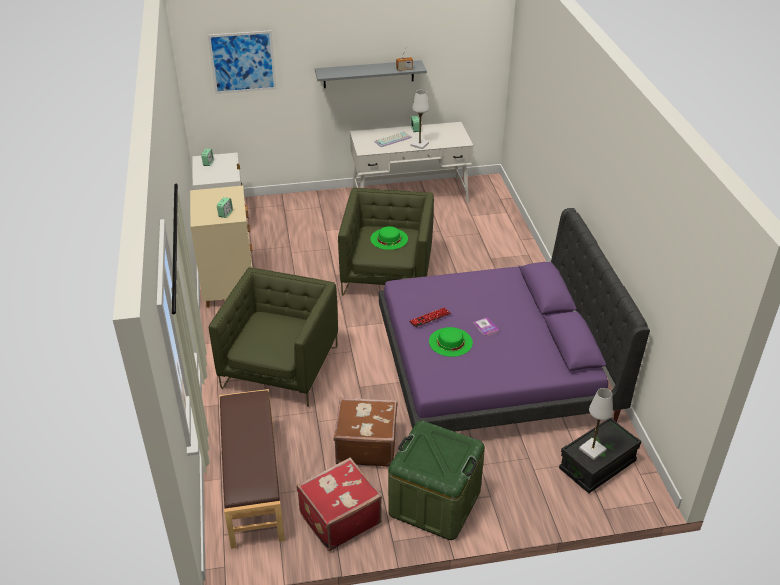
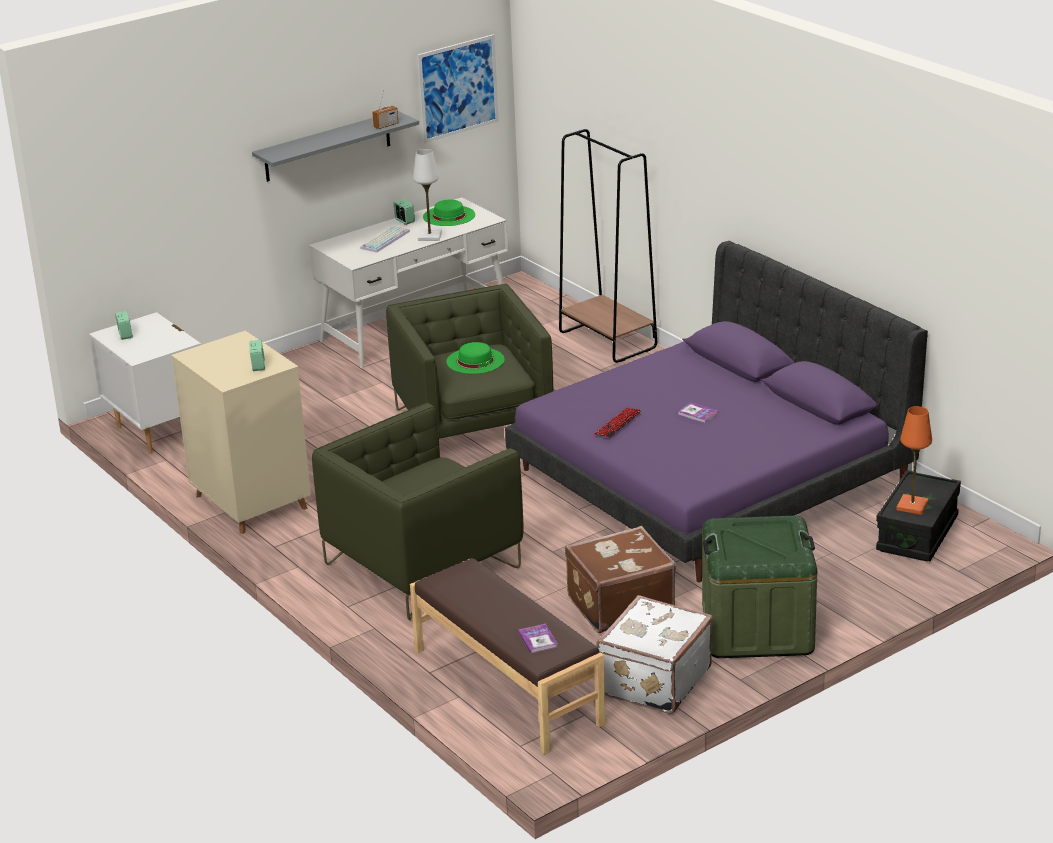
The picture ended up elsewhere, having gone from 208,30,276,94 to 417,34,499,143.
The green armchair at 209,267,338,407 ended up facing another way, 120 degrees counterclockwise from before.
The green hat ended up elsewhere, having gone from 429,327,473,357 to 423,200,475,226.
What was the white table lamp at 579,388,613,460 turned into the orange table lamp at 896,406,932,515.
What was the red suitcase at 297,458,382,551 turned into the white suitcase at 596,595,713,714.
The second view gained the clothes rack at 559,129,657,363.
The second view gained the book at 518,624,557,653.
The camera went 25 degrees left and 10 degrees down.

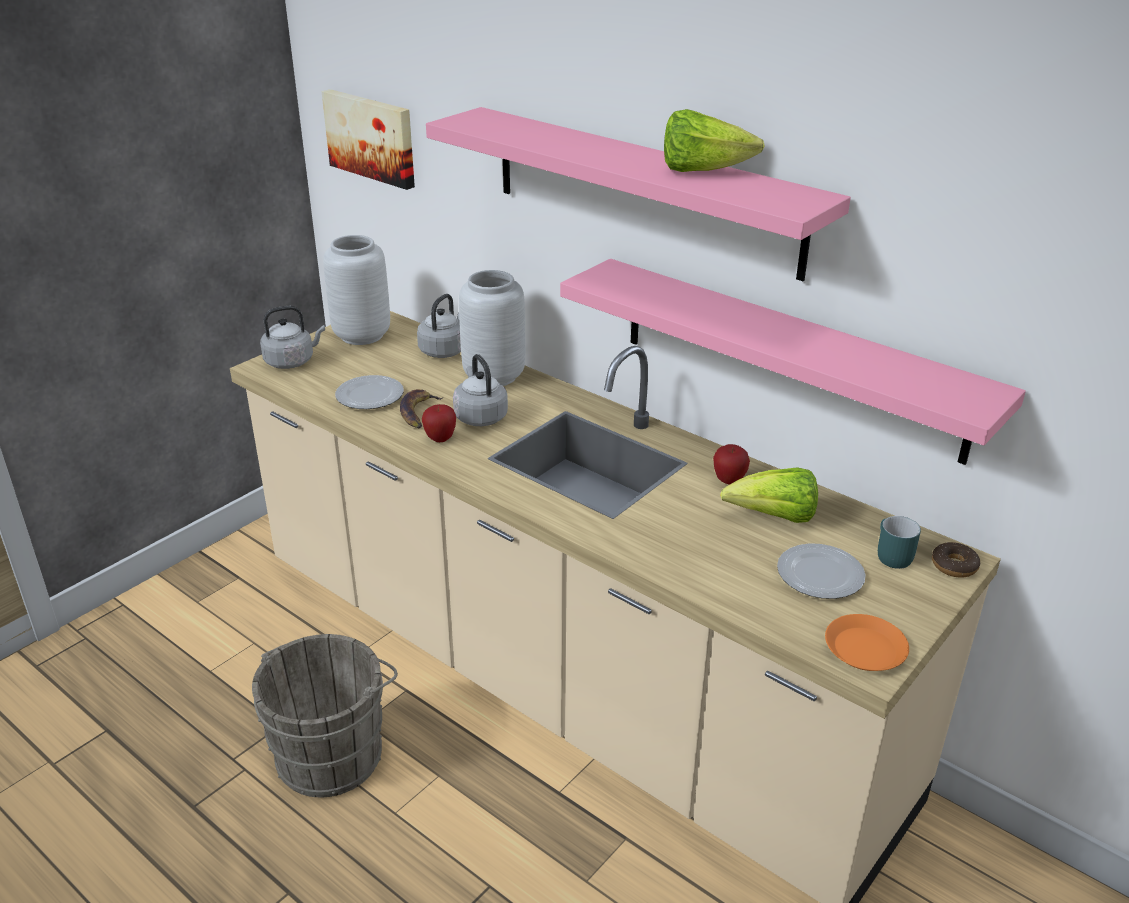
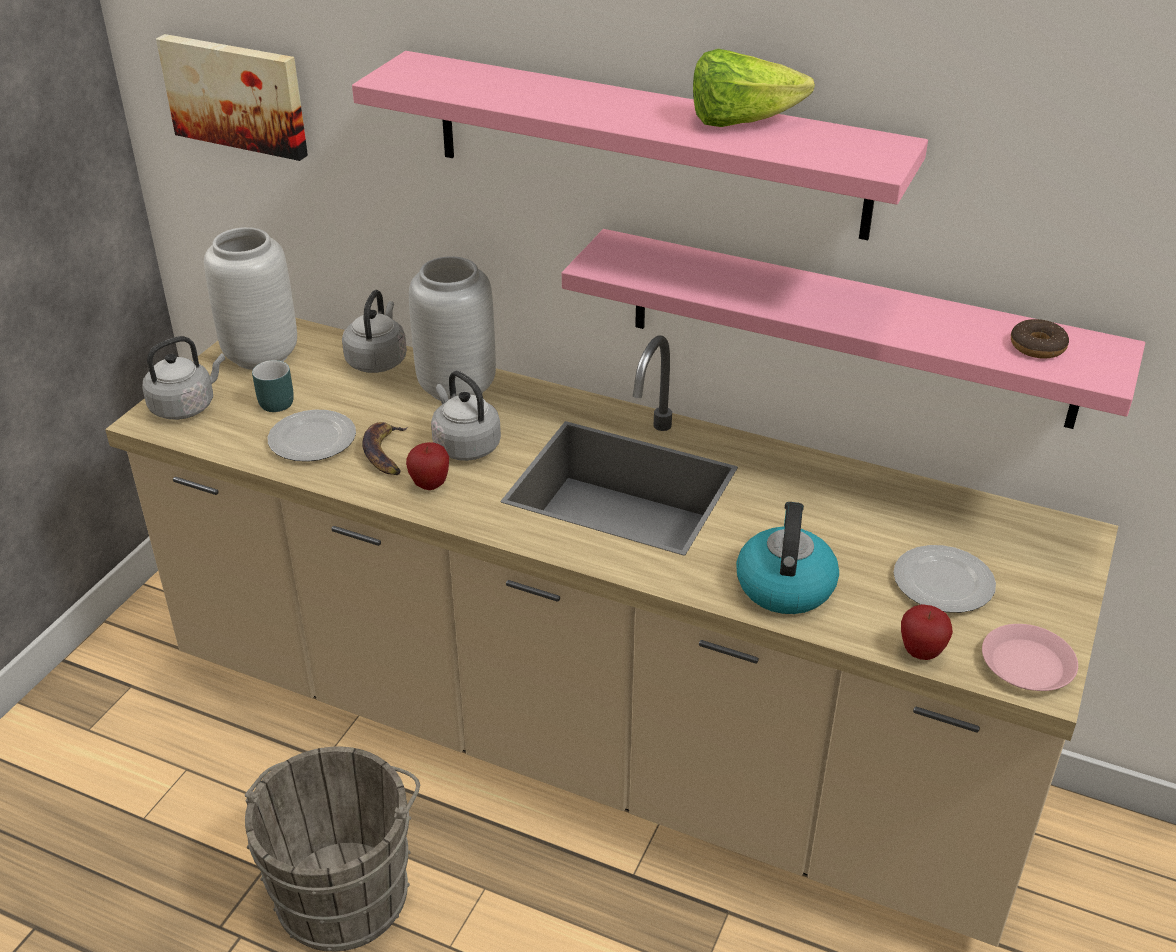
The apple ended up elsewhere, having gone from 713,444,750,485 to 901,604,953,660.
The second view lost the lettuce at 720,467,818,523.
The turquoise mug ended up elsewhere, having gone from 878,516,921,569 to 252,360,294,412.
The donut ended up elsewhere, having gone from 932,542,980,578 to 1011,319,1069,359.
What was the orange plate at 825,614,909,671 turned into the pink plate at 982,624,1078,691.
The second view gained the kettle at 736,502,839,614.
The camera went 15 degrees left and 5 degrees up.

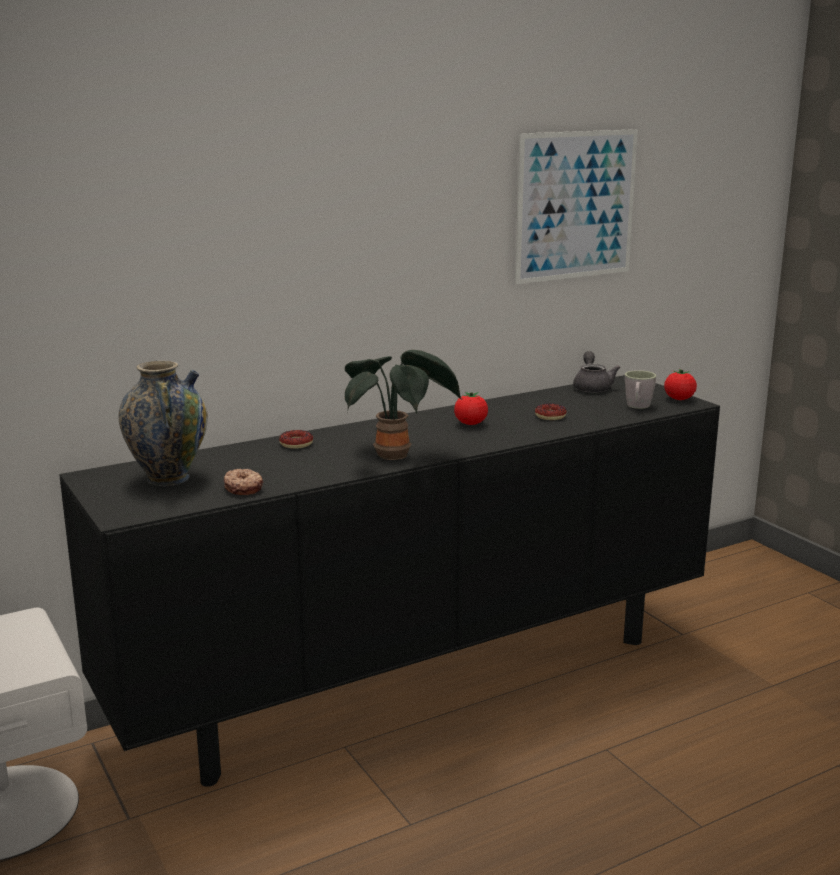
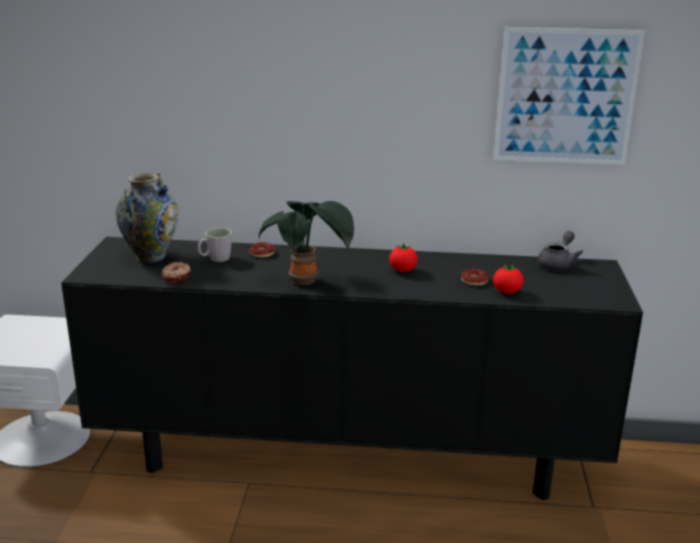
The tomato ended up elsewhere, having gone from 664,369,697,400 to 493,264,524,294.
The grey mug ended up elsewhere, having gone from 625,370,656,409 to 198,228,232,262.
The camera went 35 degrees right and 5 degrees up.

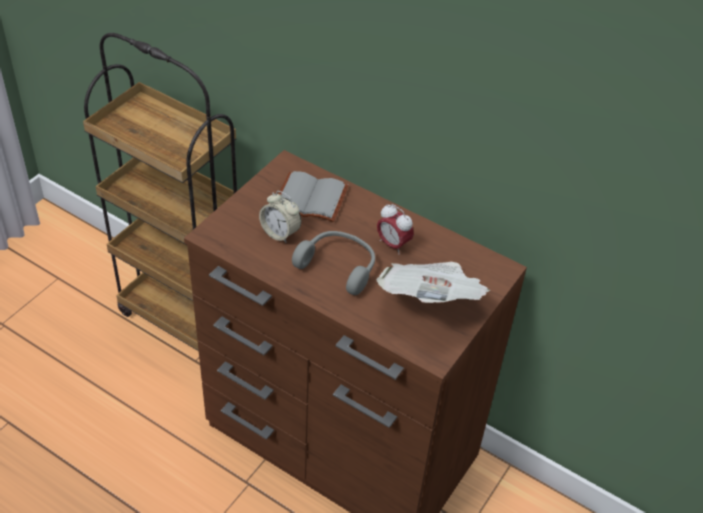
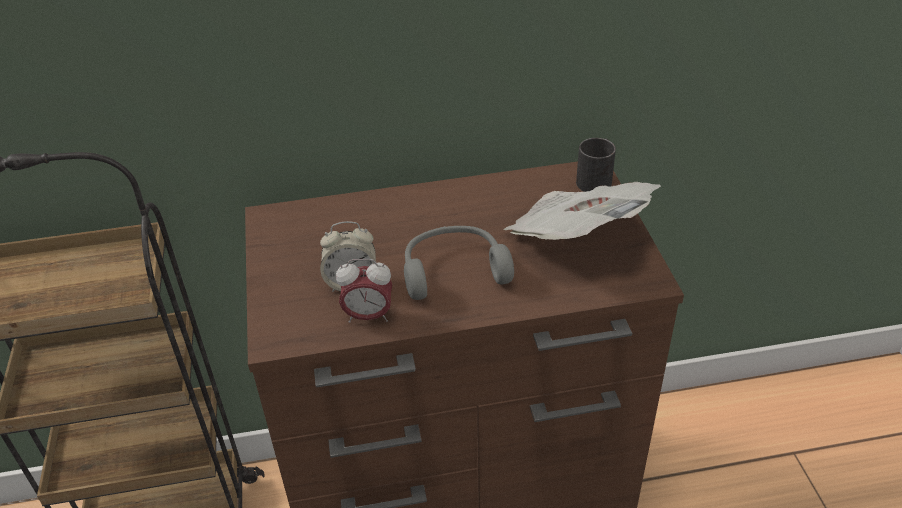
The second view lost the grey book at 279,171,348,222.
The alarm clock ended up elsewhere, having gone from 377,204,414,255 to 336,259,392,323.
The second view gained the black mug at 576,138,616,192.
The camera went 40 degrees left and 5 degrees down.

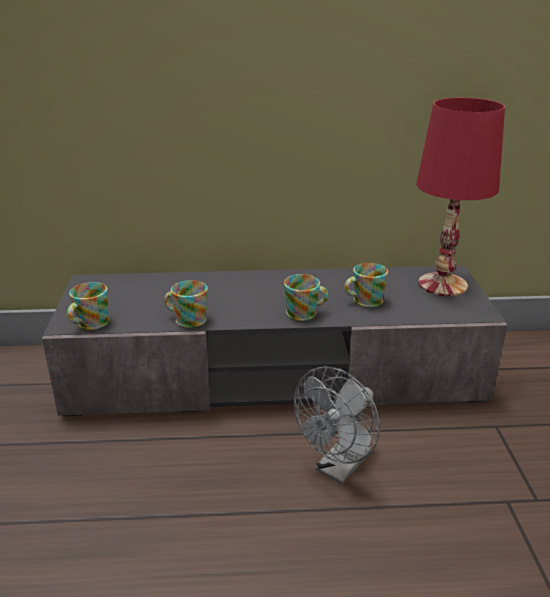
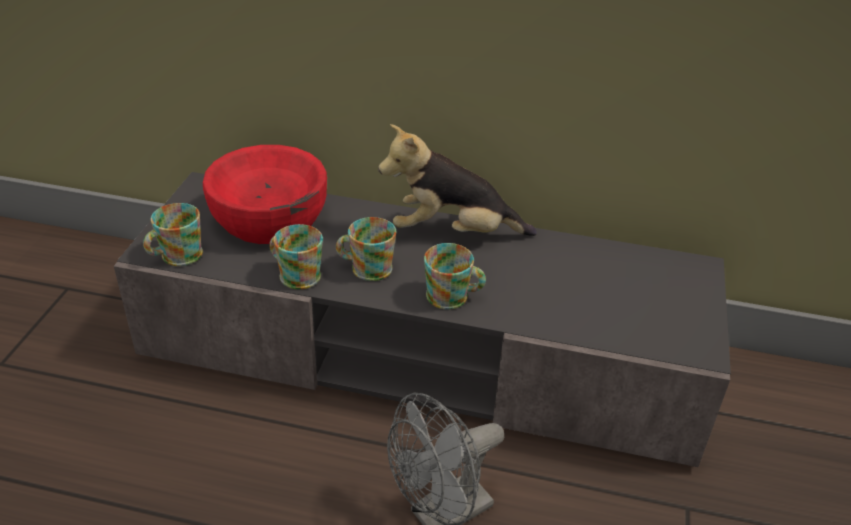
The second view lost the red table lamp at 416,98,505,296.
The mug ended up elsewhere, having gone from 344,263,388,308 to 336,217,396,281.
The second view gained the plush toy at 378,124,537,236.
The second view gained the red bowl at 203,145,327,244.
The camera went 15 degrees right and 10 degrees up.

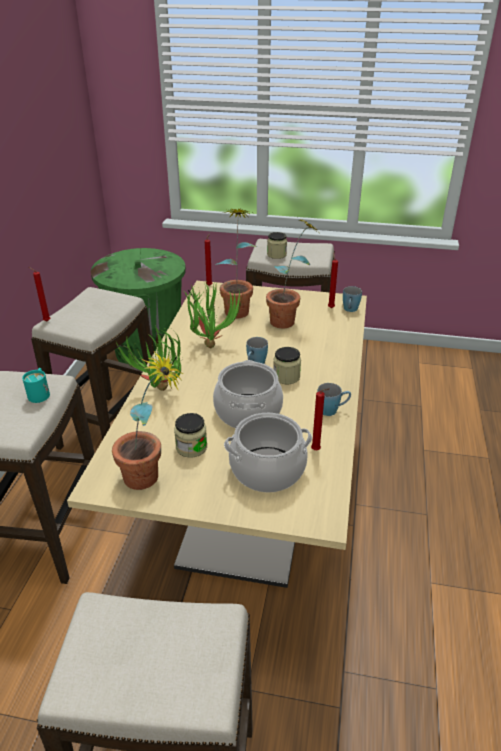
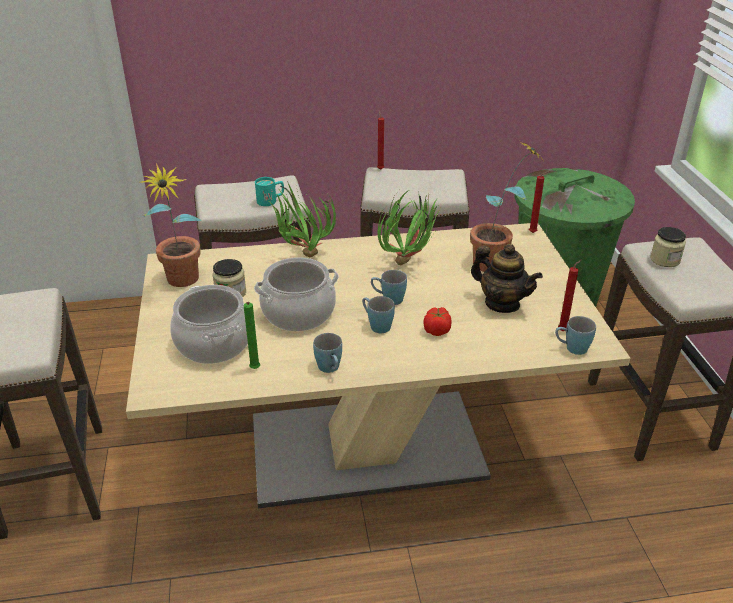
Where the potted plant stood at 266,218,320,328, the teapot came to stand at 471,244,543,313.
Where the jar stood at 273,347,301,384, the blue mug came to stand at 362,296,395,333.
What was the red candle at 311,388,329,450 turned into the green candle at 244,302,260,369.
The second view gained the tomato at 424,307,451,336.
The camera went 70 degrees right and 0 degrees up.

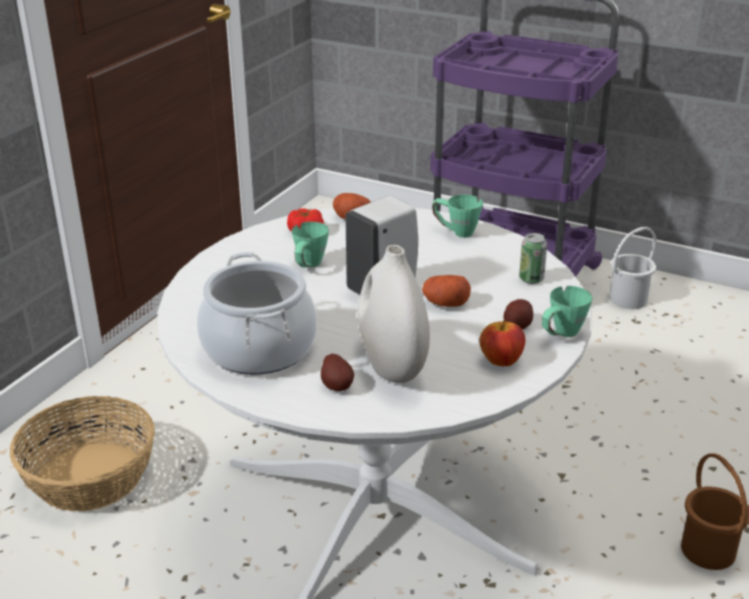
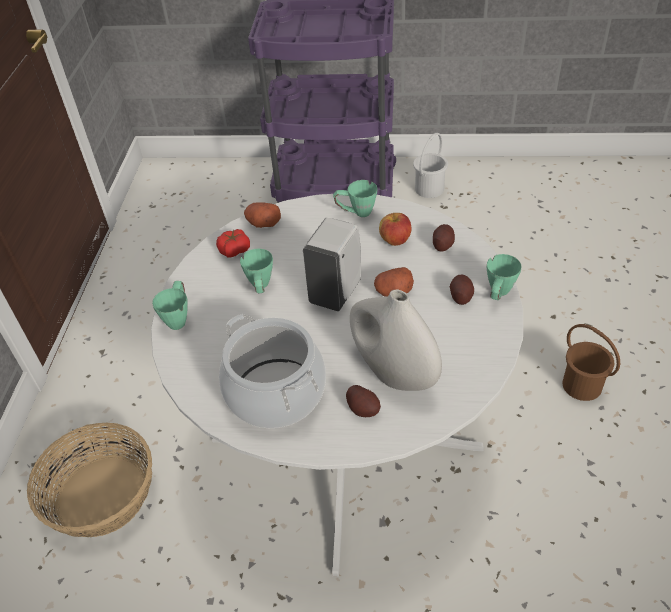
Where the can stood at 519,233,547,284, the potato came to stand at 433,224,455,251.
The apple ended up elsewhere, having gone from 479,320,525,366 to 379,213,411,246.
The second view gained the green mug at 152,281,188,330.
The camera went 20 degrees left and 15 degrees up.

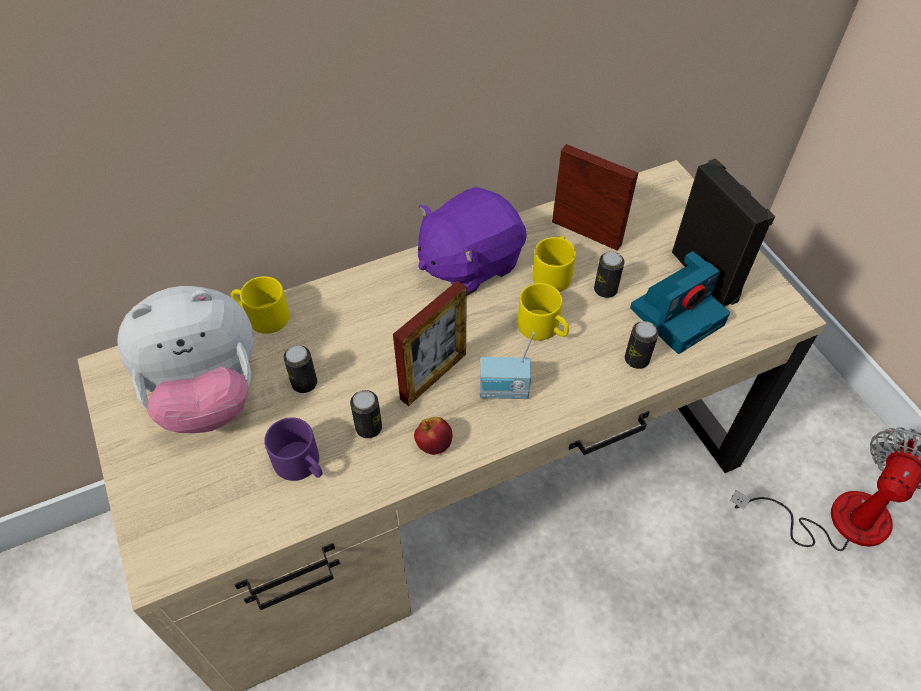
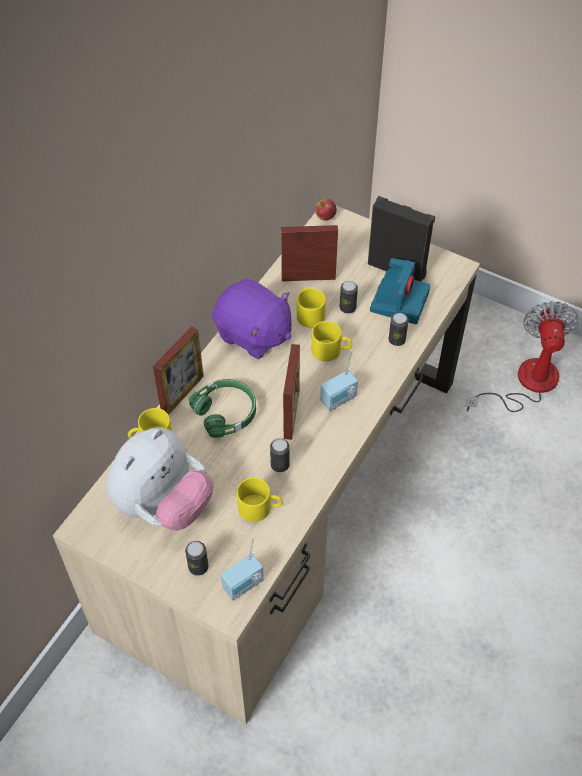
The purple plush toy at 418,187,527,295 ended up facing another way, 75 degrees counterclockwise from before.
The can ended up elsewhere, having gone from 284,345,317,393 to 185,541,208,576.
What was the purple mug at 264,417,322,481 turned into the yellow mug at 237,478,283,522.
The apple ended up elsewhere, having gone from 414,417,452,455 to 316,199,336,221.
The second view gained the picture frame at 153,326,204,415.
The second view gained the green headphones at 189,379,256,438.
The second view gained the radio at 221,538,264,601.
The camera went 35 degrees left and 0 degrees up.

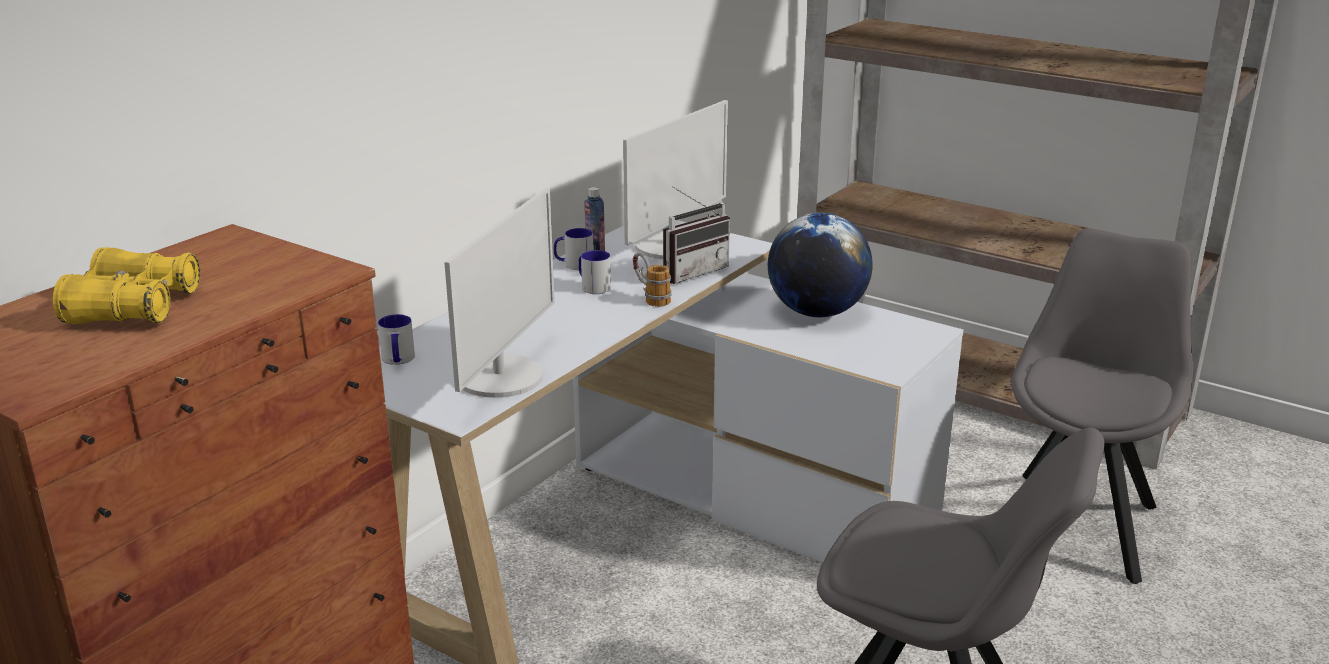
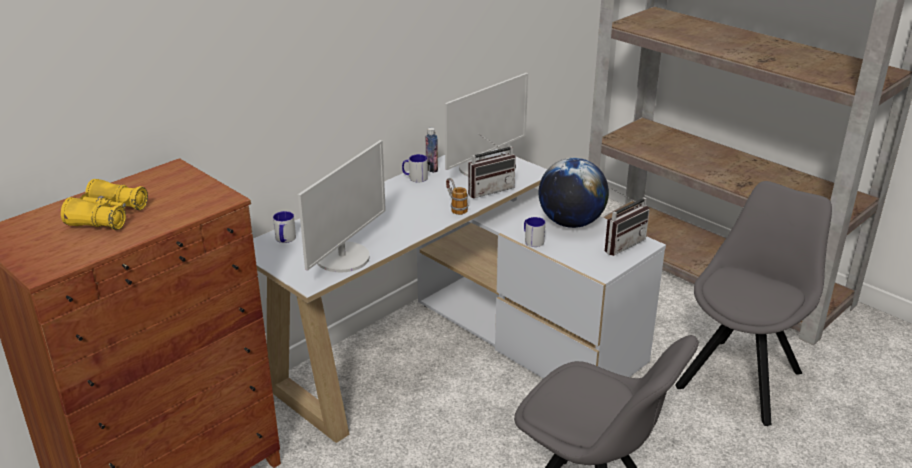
The mug ended up elsewhere, having gone from 578,250,611,294 to 524,217,545,247.
The second view gained the radio at 605,188,649,256.
The camera went 10 degrees right and 5 degrees up.

